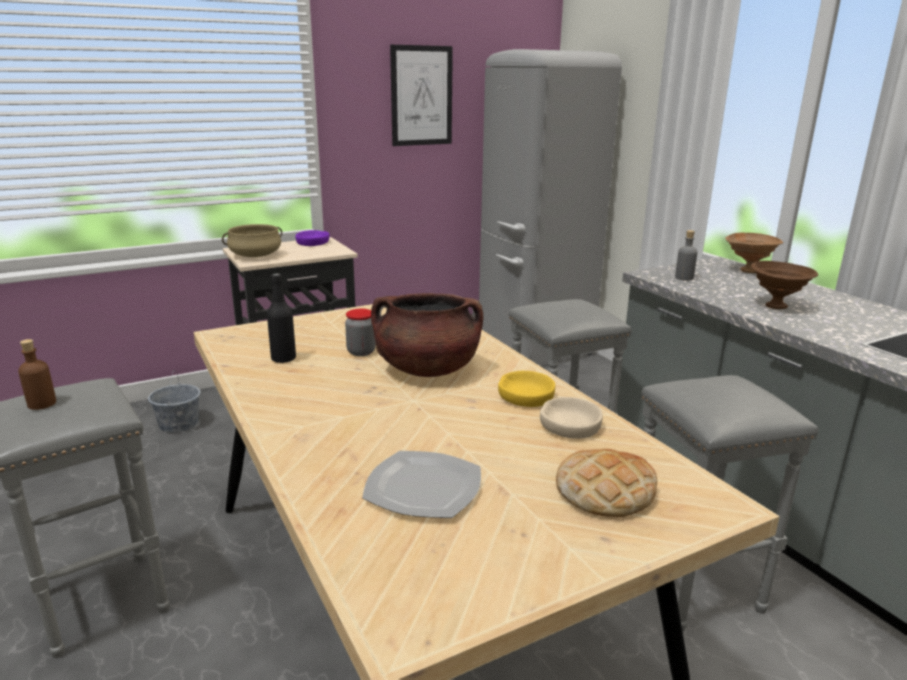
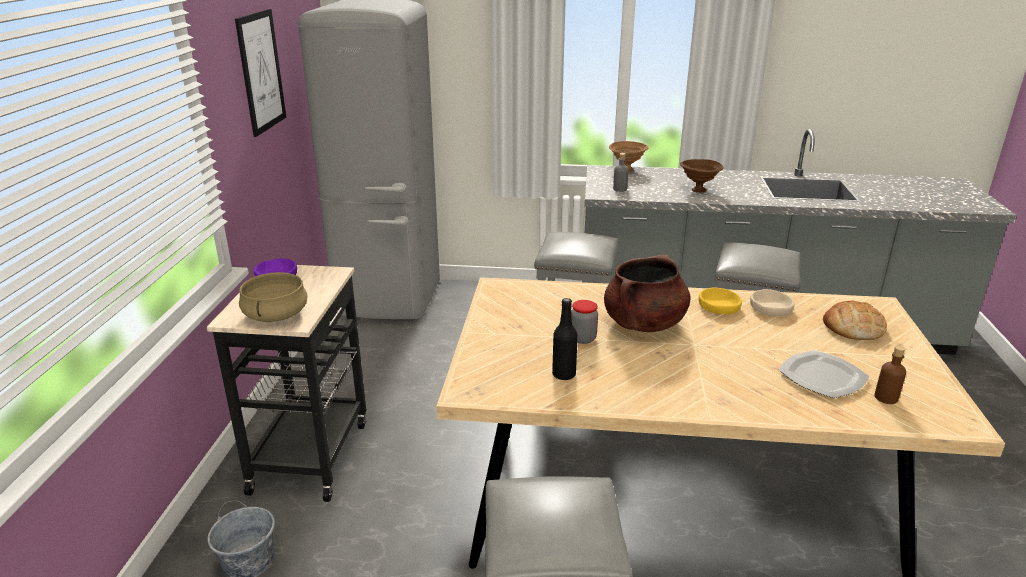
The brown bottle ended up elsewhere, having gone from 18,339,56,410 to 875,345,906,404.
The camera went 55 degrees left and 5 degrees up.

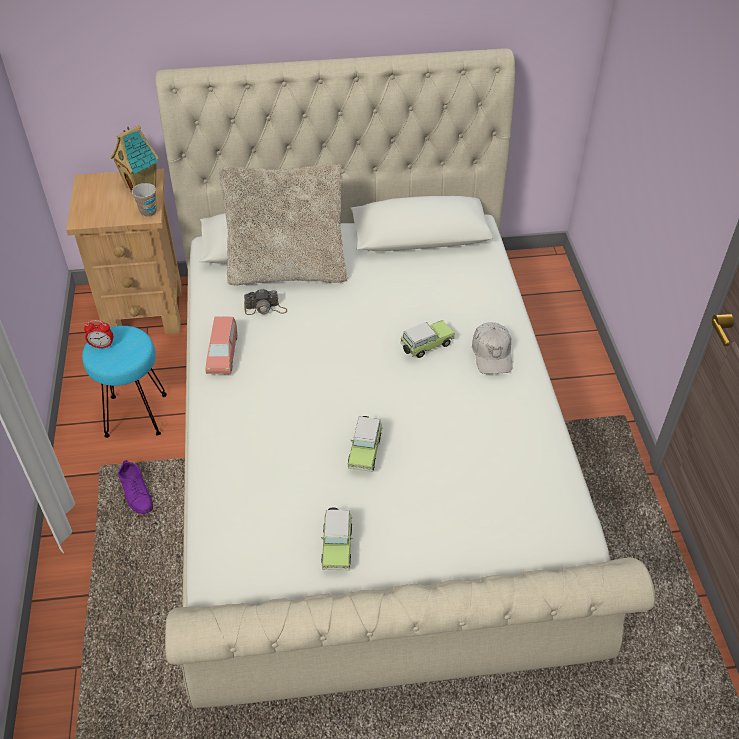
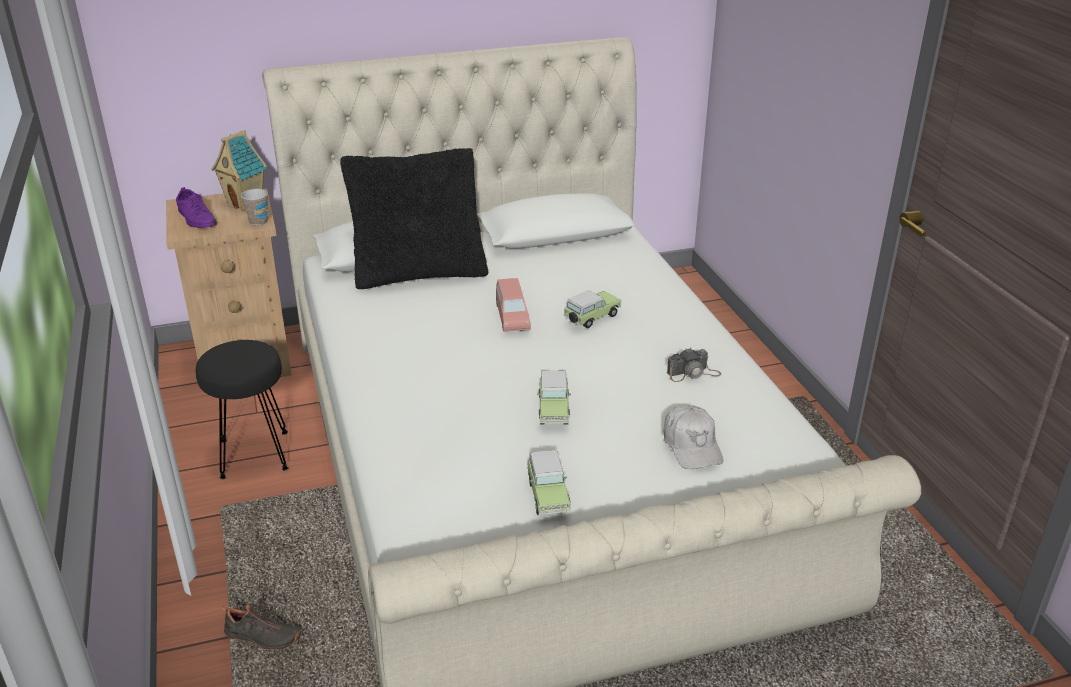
What was the beige pillow at 219,165,348,286 turned into the black pillow at 340,148,488,289.
The photo camera ended up elsewhere, having gone from 244,289,287,315 to 667,348,721,382.
The pink toy car ended up elsewhere, having gone from 205,316,237,374 to 496,278,531,332.
The second view lost the alarm clock at 84,320,113,348.
The white cap ended up elsewhere, having gone from 472,322,512,374 to 664,405,723,469.
What was the turquoise stool at 82,326,167,438 turned into the black stool at 196,340,288,479.
The purple shoe ended up elsewhere, having gone from 118,460,153,514 to 176,187,217,228.
The second view gained the black shoe at 222,604,300,651.
The camera went 10 degrees left and 15 degrees down.

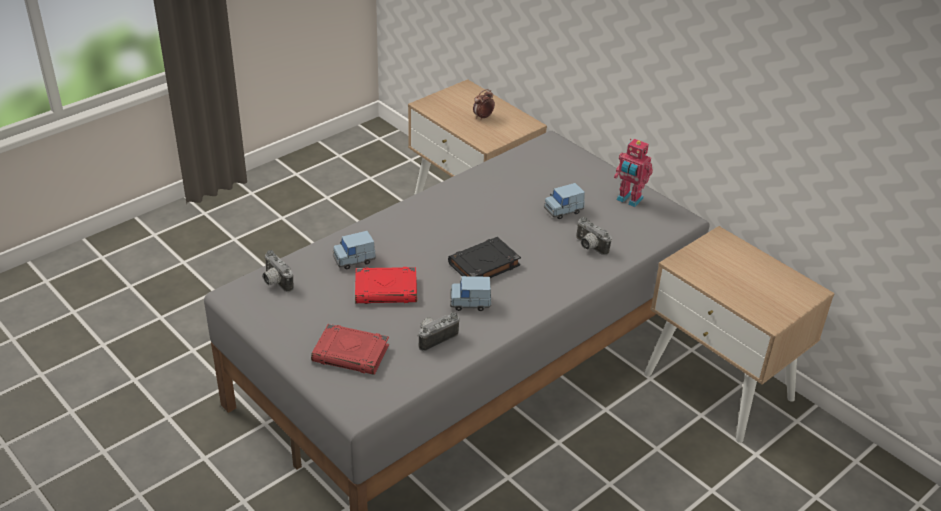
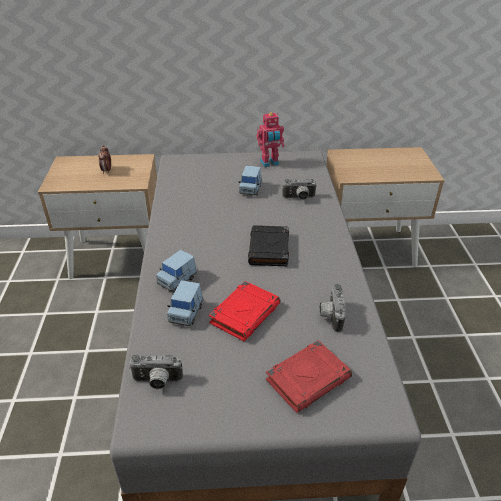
The blue toy car ended up elsewhere, having gone from 450,276,492,311 to 156,250,197,292.
The camera went 50 degrees left and 0 degrees up.

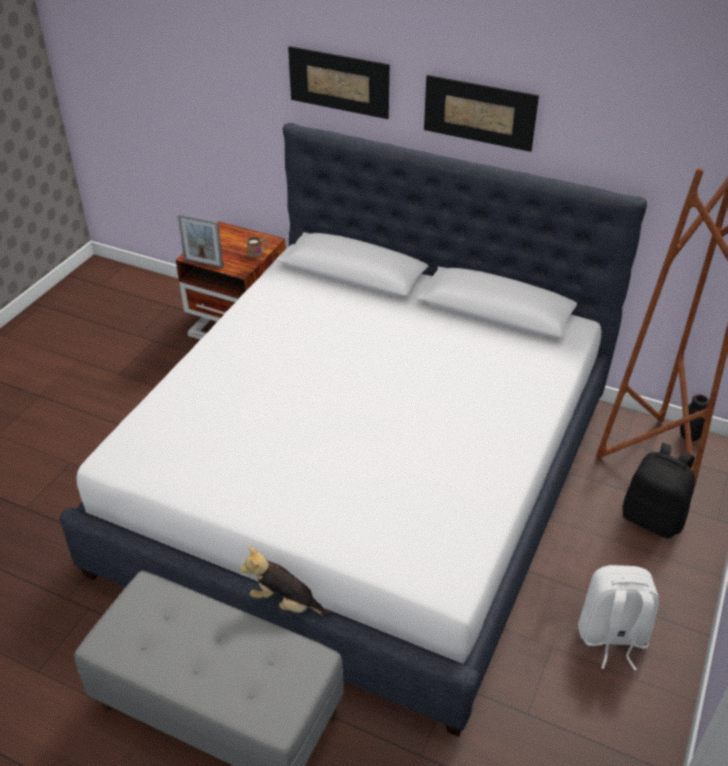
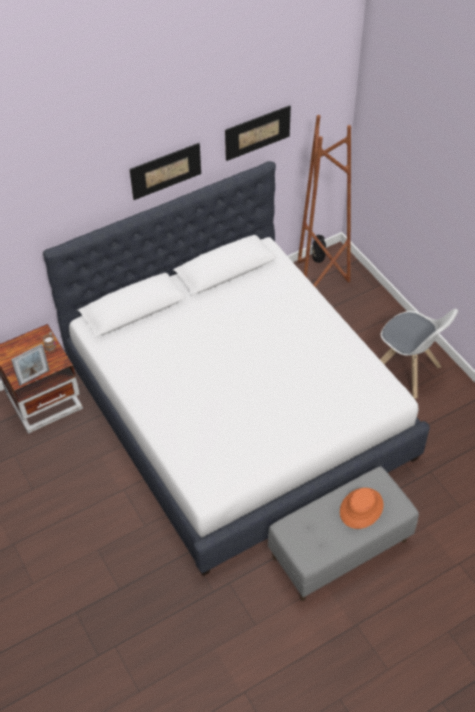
The picture ended up elsewhere, having gone from 288,46,390,119 to 225,105,291,161.
The second view lost the black backpack at 623,443,695,538.
The second view lost the plush toy at 239,547,334,617.
Where the white backpack stood at 578,565,659,671, the chair came to stand at 380,309,458,398.
The second view gained the orange hat at 340,488,384,529.
The camera went 55 degrees left and 10 degrees up.

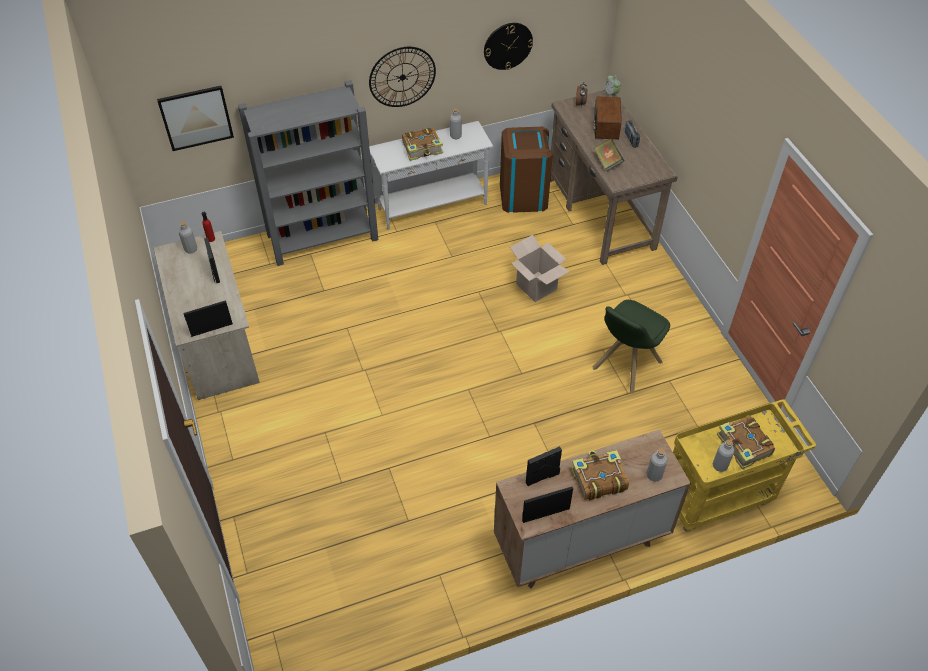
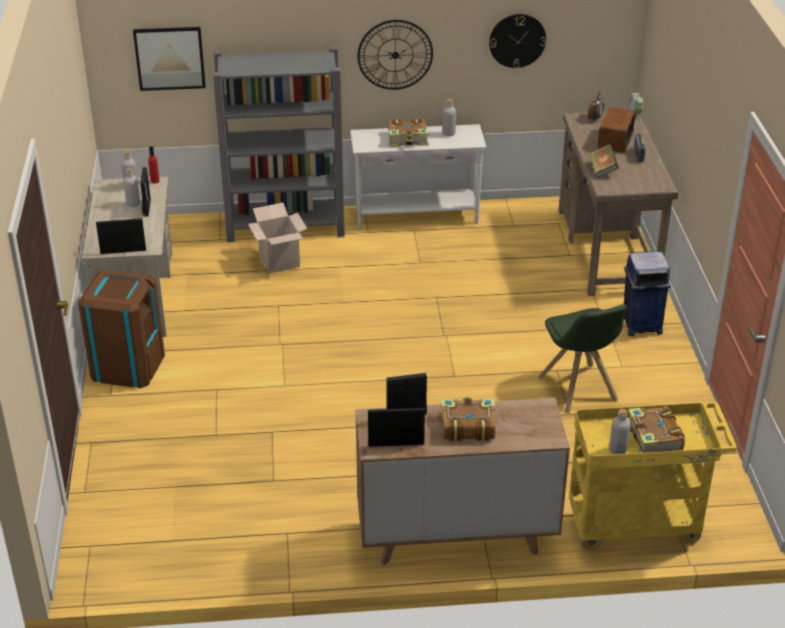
The brown trash can ended up elsewhere, having gone from 500,127,553,213 to 78,270,165,388.
The cardboard box ended up elsewhere, having gone from 510,235,570,302 to 248,203,308,273.
The green chair at 593,300,670,393 ended up facing another way, 75 degrees counterclockwise from before.
The grey bottle ended up elsewhere, having gone from 646,448,668,482 to 123,168,141,207.
The second view gained the blue trash can at 624,251,671,336.
The camera went 15 degrees right and 15 degrees down.

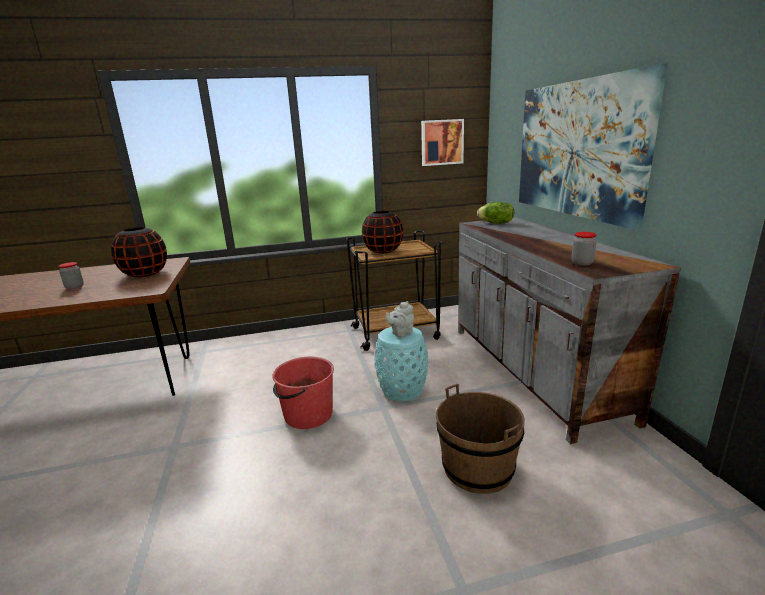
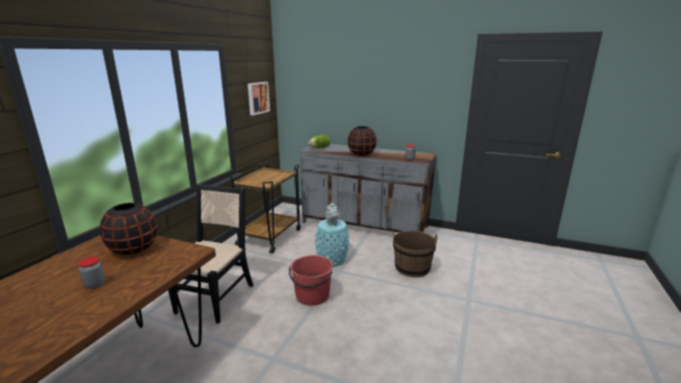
The second view lost the picture at 519,63,668,230.
The black vase ended up elsewhere, having gone from 362,211,403,253 to 348,126,377,156.
The second view gained the chair at 168,184,254,324.
The camera went 55 degrees left and 0 degrees up.

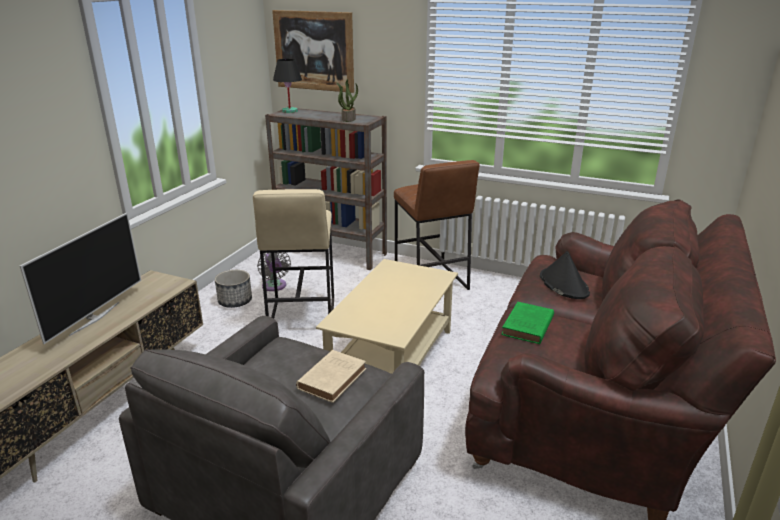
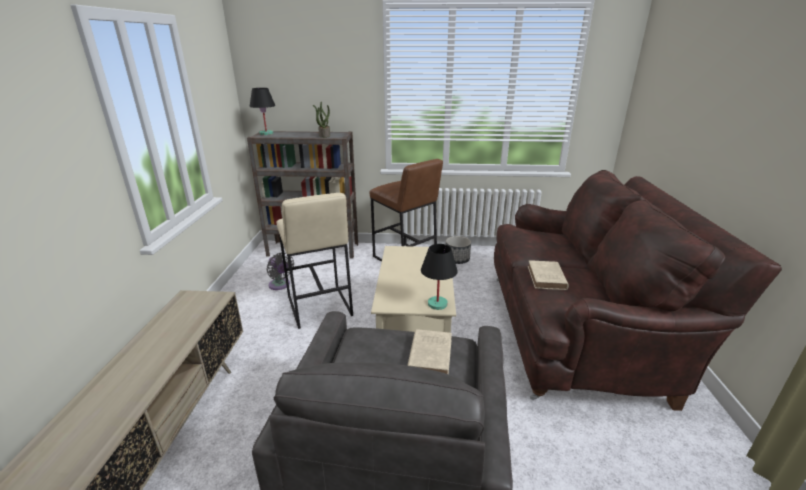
The second view lost the picture at 272,10,354,93.
The second view lost the television at 20,213,141,344.
The second view lost the black hat at 540,251,590,299.
The planter ended up elsewhere, having gone from 215,270,252,308 to 446,236,471,264.
What was the green book at 501,302,554,344 turned into the beige book at 528,260,569,290.
The second view gained the black table lamp at 421,244,458,310.
The camera went 20 degrees left and 0 degrees up.

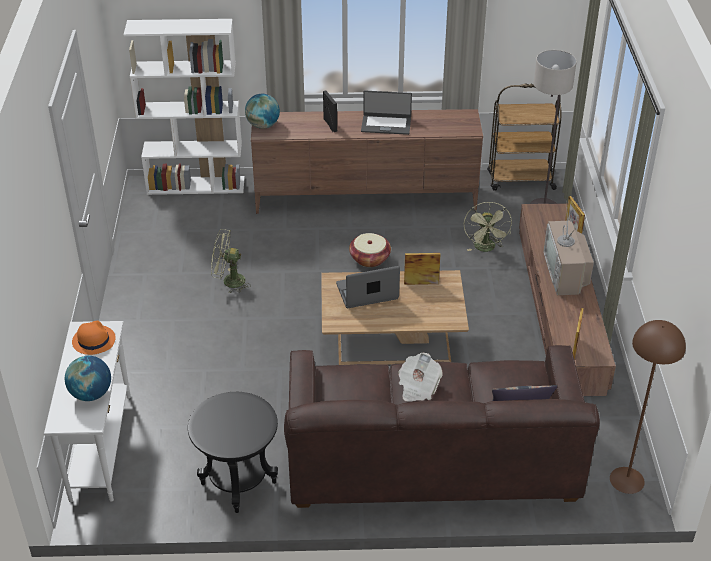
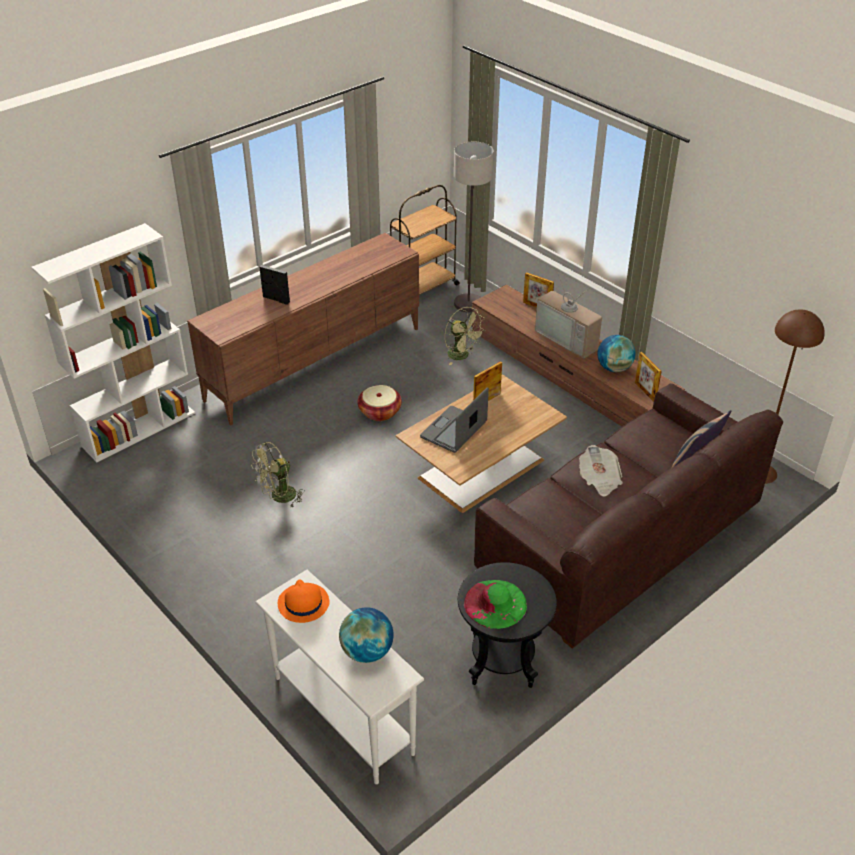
The second view lost the laptop at 361,91,412,135.
The globe ended up elsewhere, having gone from 245,94,280,129 to 597,335,636,372.
The second view gained the green hat at 464,580,527,629.
The camera went 40 degrees left and 0 degrees up.

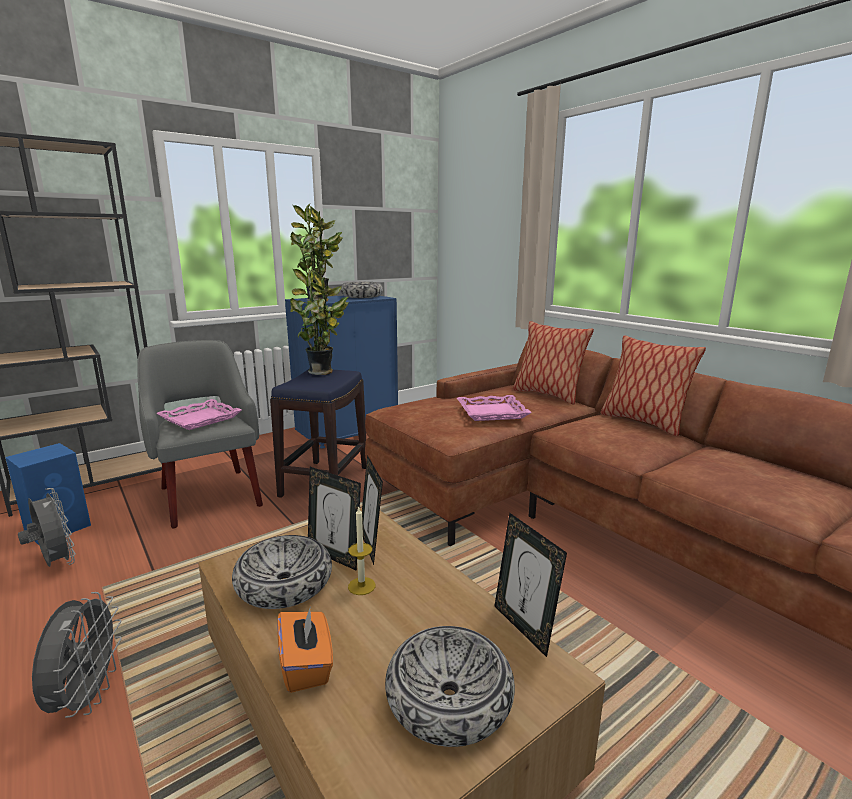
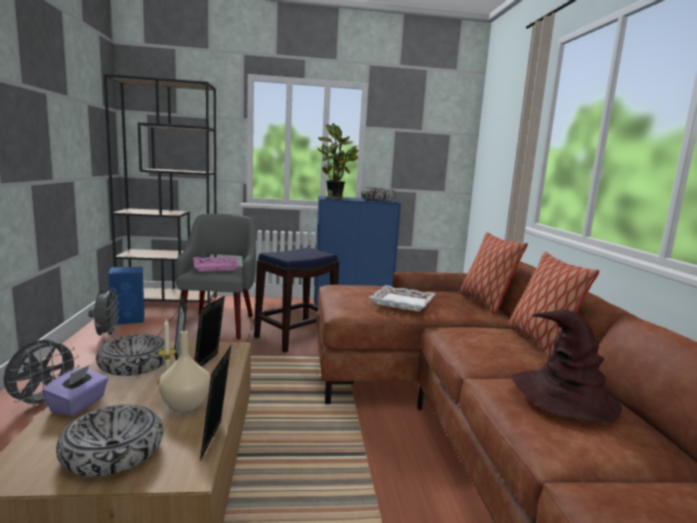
The second view lost the potted plant at 290,268,349,375.
What was the pink tray at 457,395,532,421 turned into the white tray at 368,285,435,312.
What was the orange tissue box at 277,605,333,693 turned into the purple tissue box at 42,365,108,416.
The second view gained the brown hat at 512,309,622,422.
The second view gained the beige vase at 159,331,210,412.
The camera went 30 degrees right and 5 degrees down.

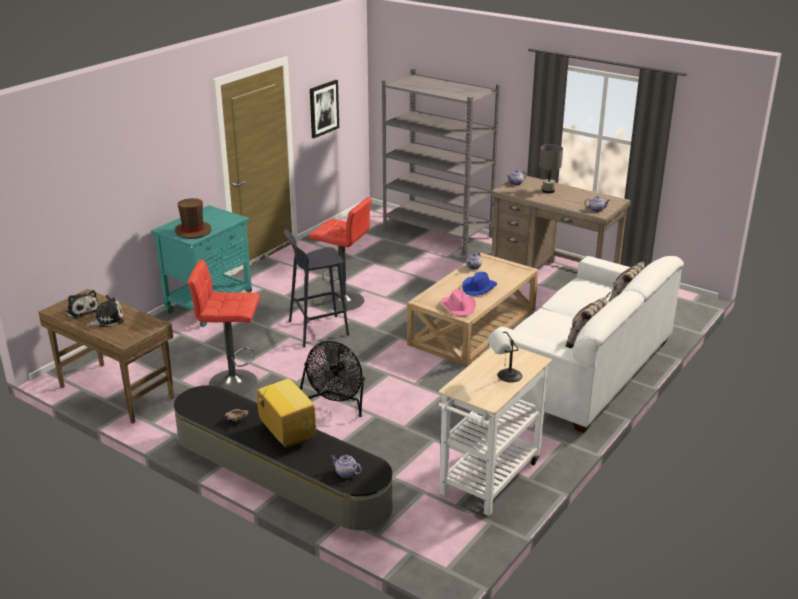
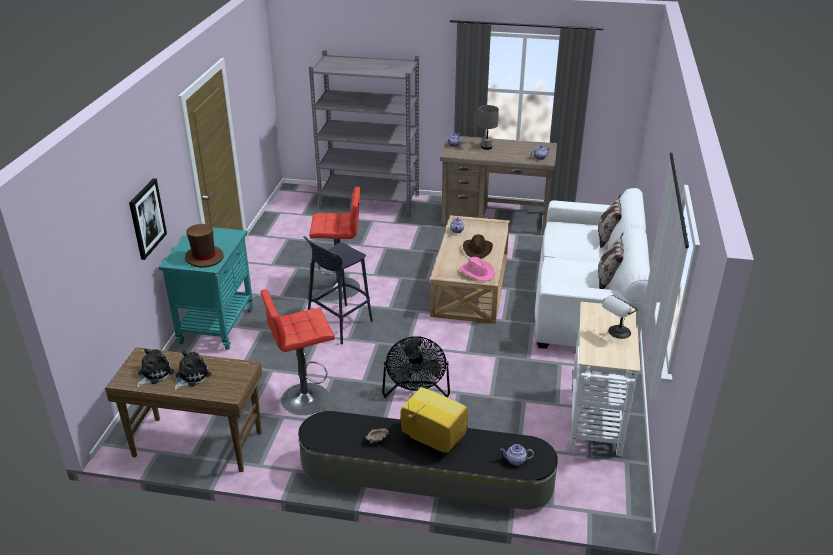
The picture ended up elsewhere, having gone from 310,80,339,138 to 129,178,167,260.
What was the blue hat at 462,272,497,296 turned into the brown hat at 463,235,493,259.
The plush toy at 66,290,98,319 ended up facing another way, 75 degrees counterclockwise from before.
The camera went 25 degrees left and 5 degrees up.

